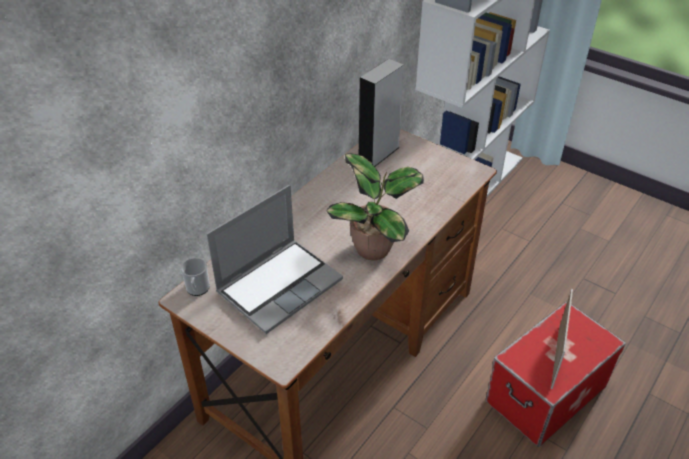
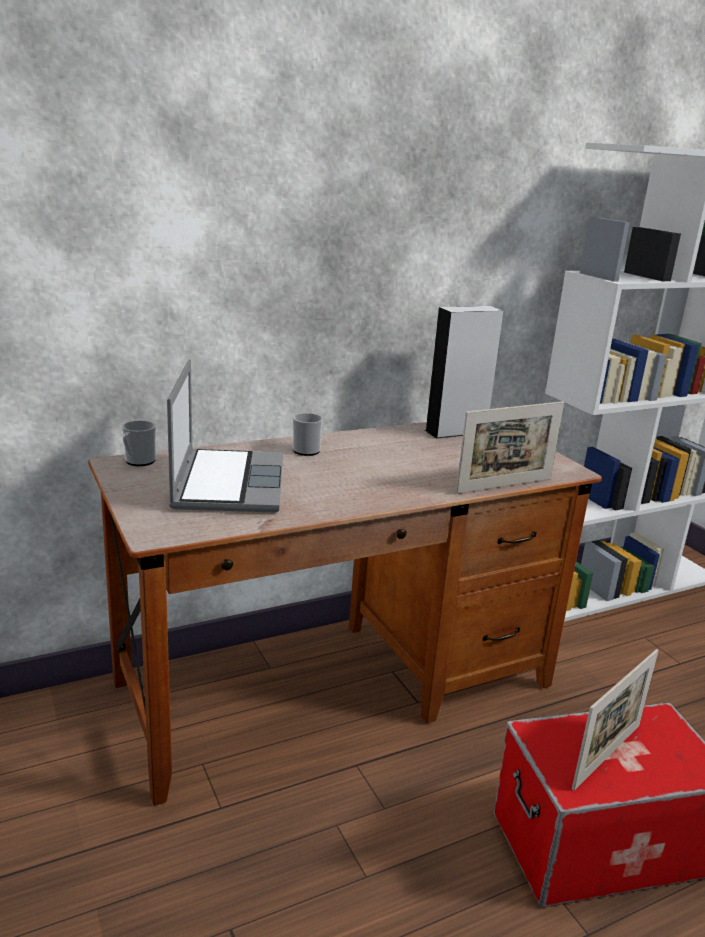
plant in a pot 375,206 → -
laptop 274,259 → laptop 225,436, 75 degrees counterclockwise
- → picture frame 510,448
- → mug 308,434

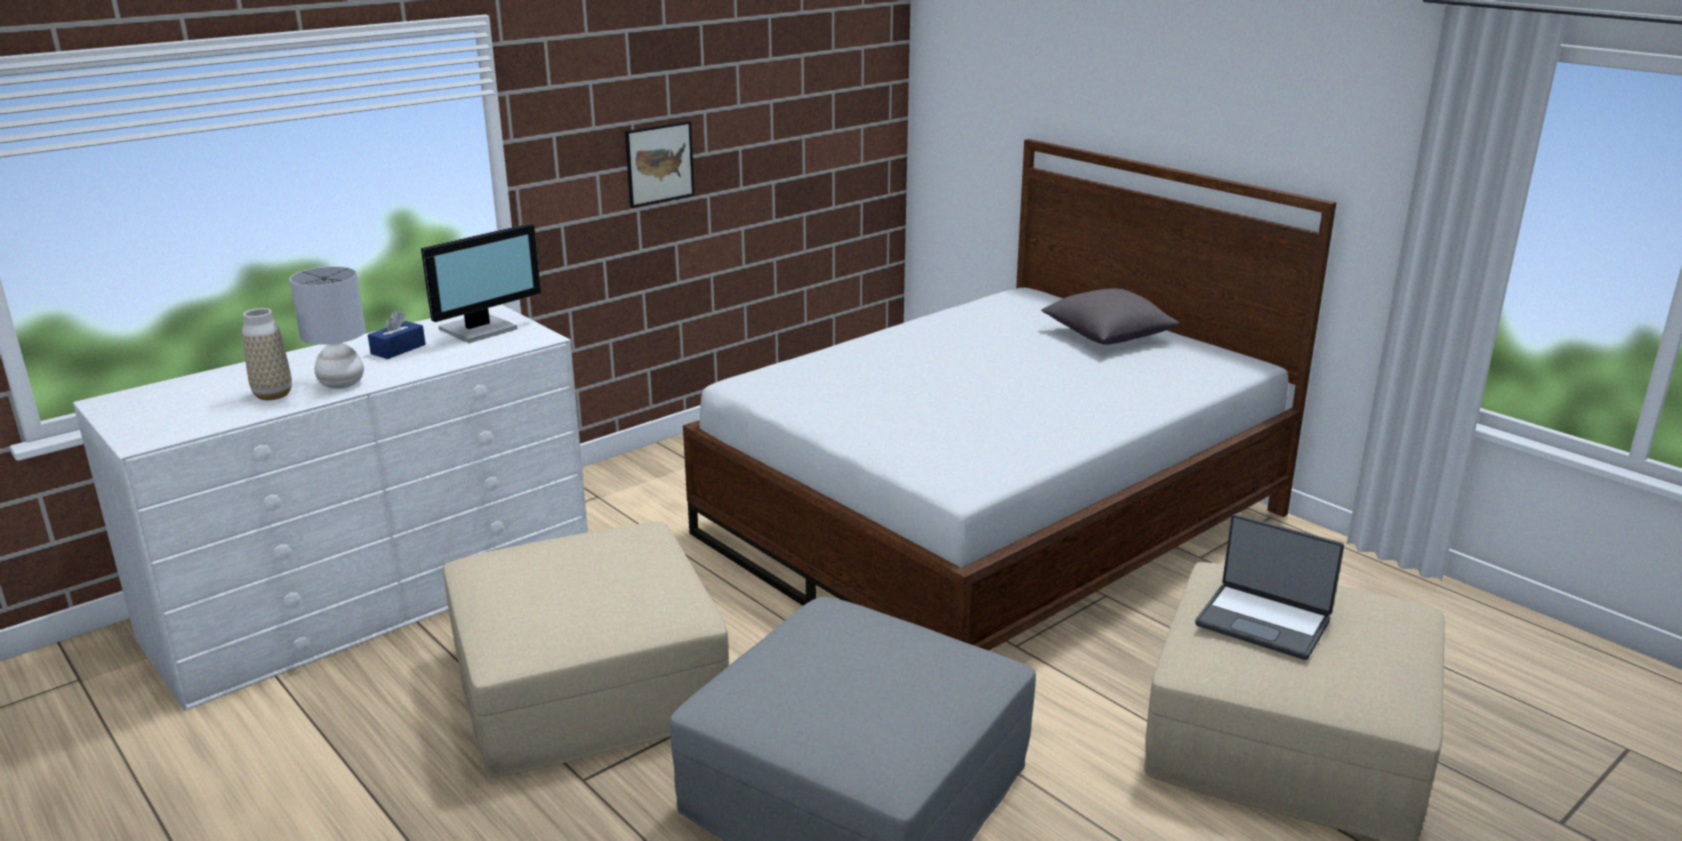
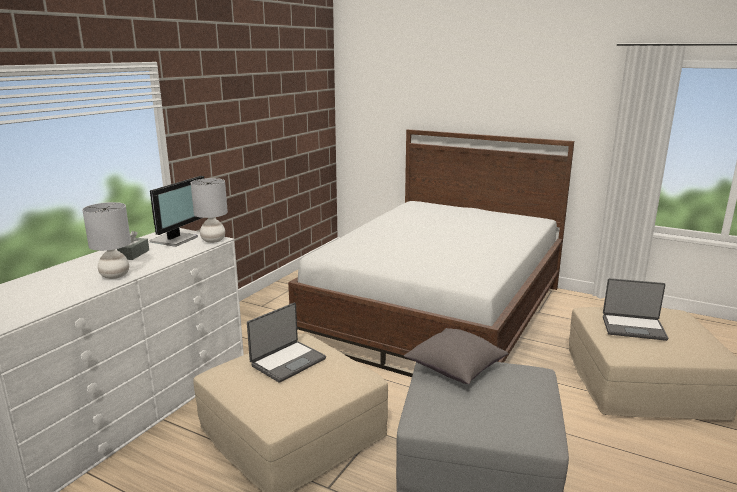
wall art 660,164 → -
pillow (greyish) 1110,317 → pillow (greyish) 456,356, shifted
decorative vase 267,354 → -
tissue holder (blue-coloured) 397,335 → tissue holder (greyish) 133,245
- → table lamp (greyish) 209,210
- → laptop 286,343

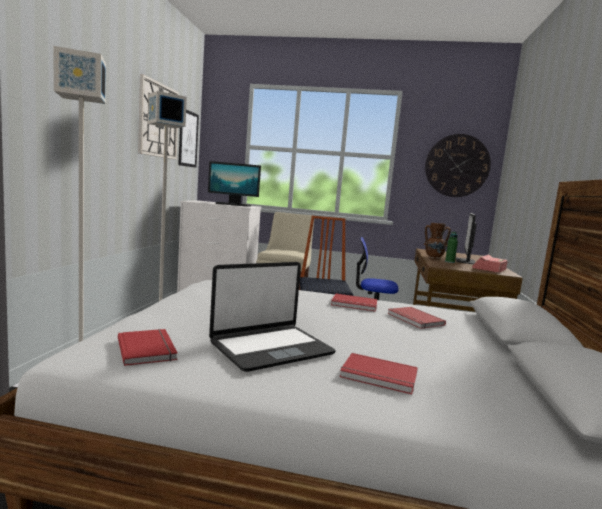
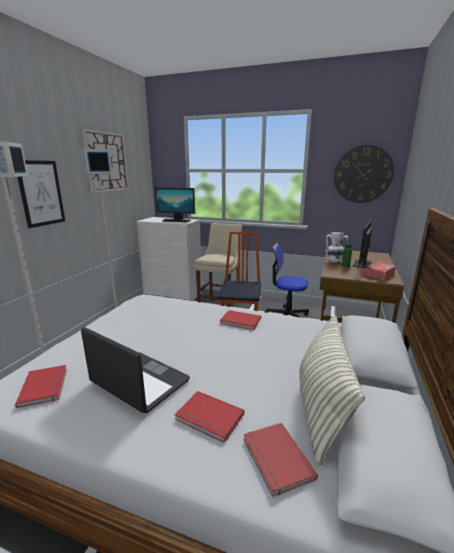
wall art 188,139 → wall art 41,194, shifted
decorative vase (brownish) 437,241 → decorative vase (whitish) 336,247
laptop 272,317 → laptop 135,370, 120 degrees counterclockwise
volume (red) 416,318 → volume (red) 280,460, shifted
- → pillow 332,389

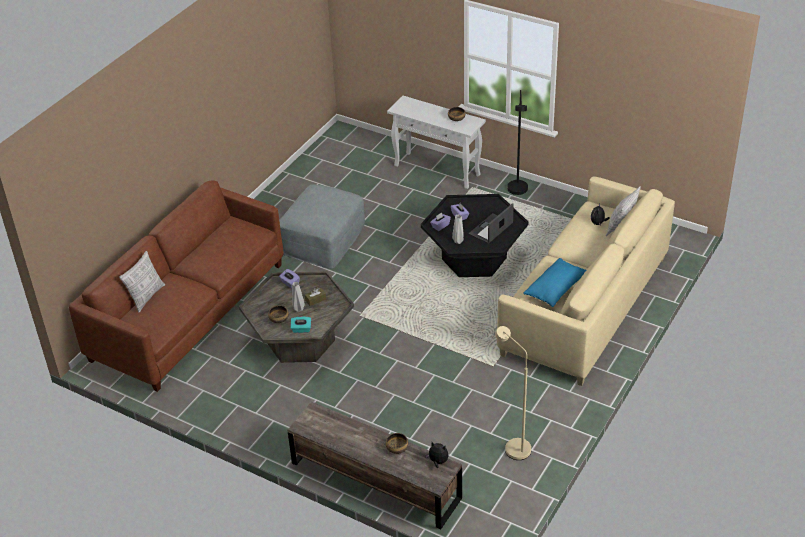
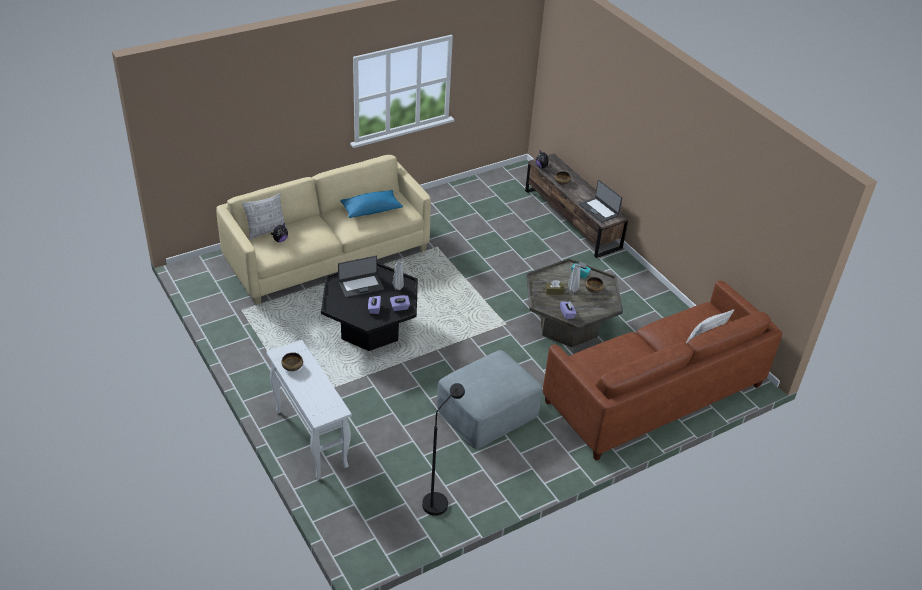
floor lamp (blackish) 517,142 → floor lamp (blackish) 443,449, shifted
floor lamp (sand-coloured) 513,393 → -
- → laptop 600,201

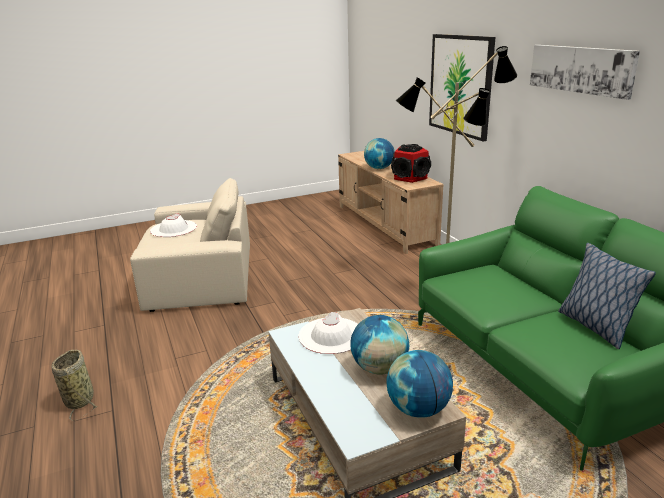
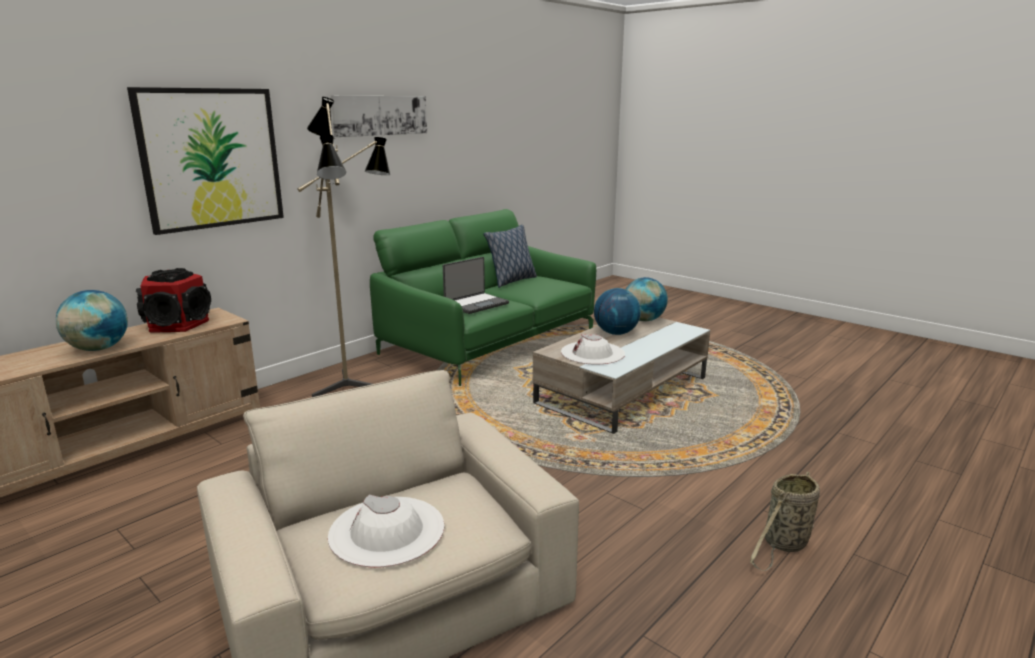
- → laptop 476,285

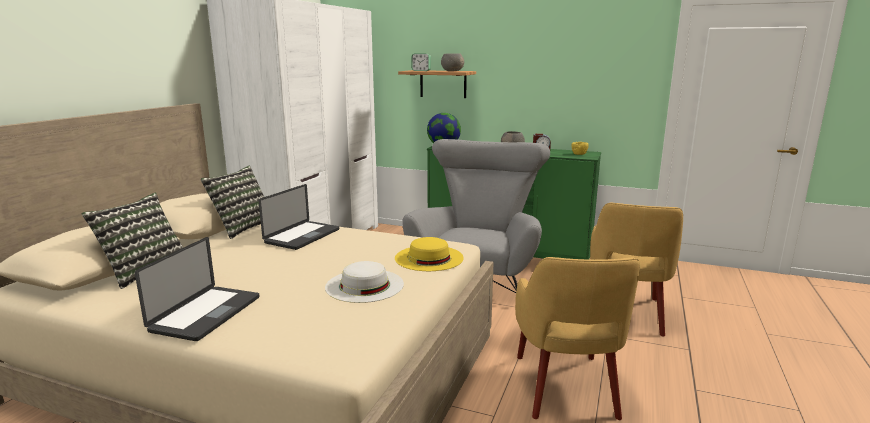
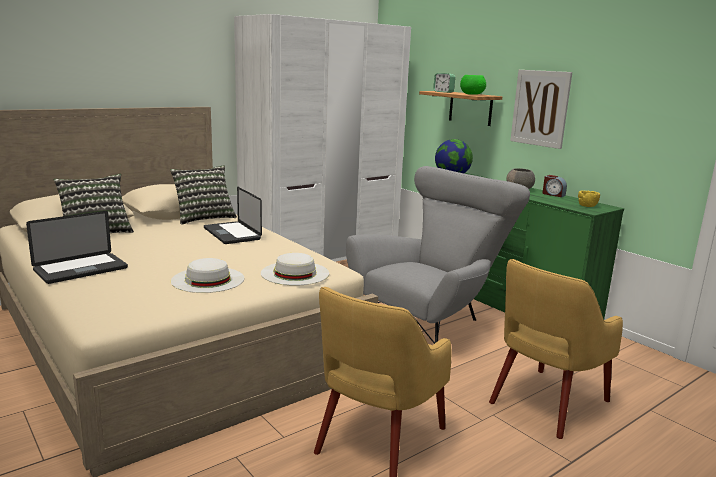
serving bowl (greyish) 452,62 → serving bowl (green) 473,85
laptop 299,217 → laptop 233,215, 90 degrees clockwise
hat (yellow) 429,254 → hat (whitish) 295,269
- → wall art 541,109

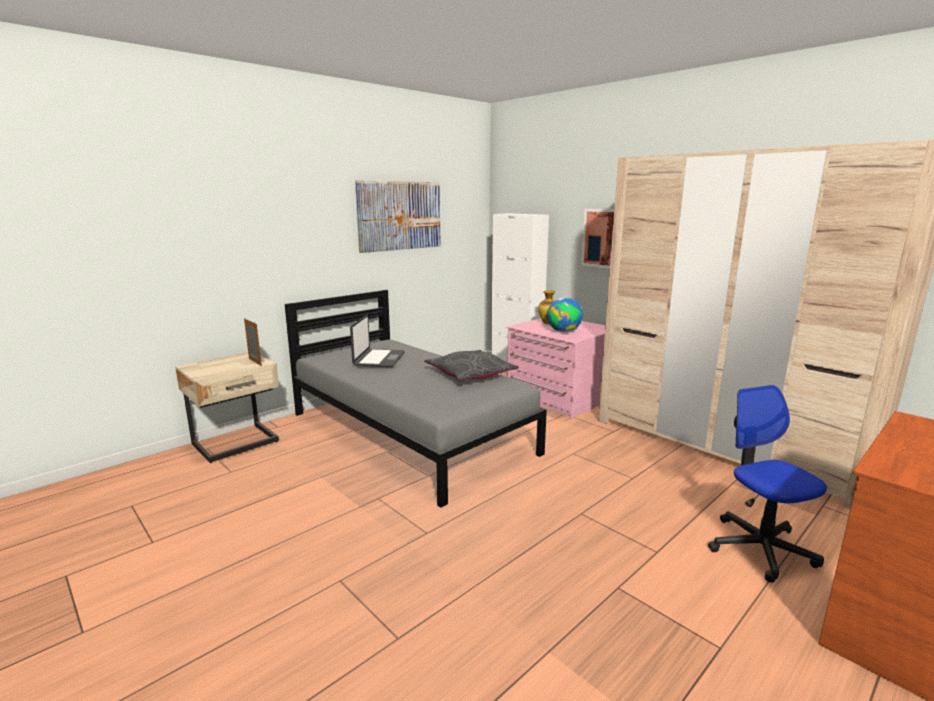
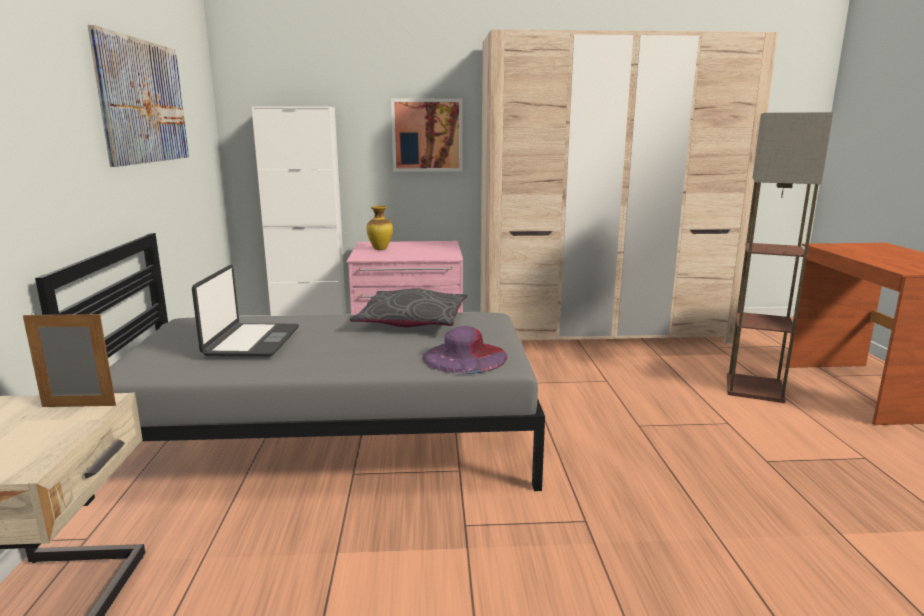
world globe 565,314 → -
laptop 377,340 → laptop 245,310, 45 degrees clockwise
computer chair 767,484 → floor lamp 780,257
- → hat (purple-coloured) 464,350

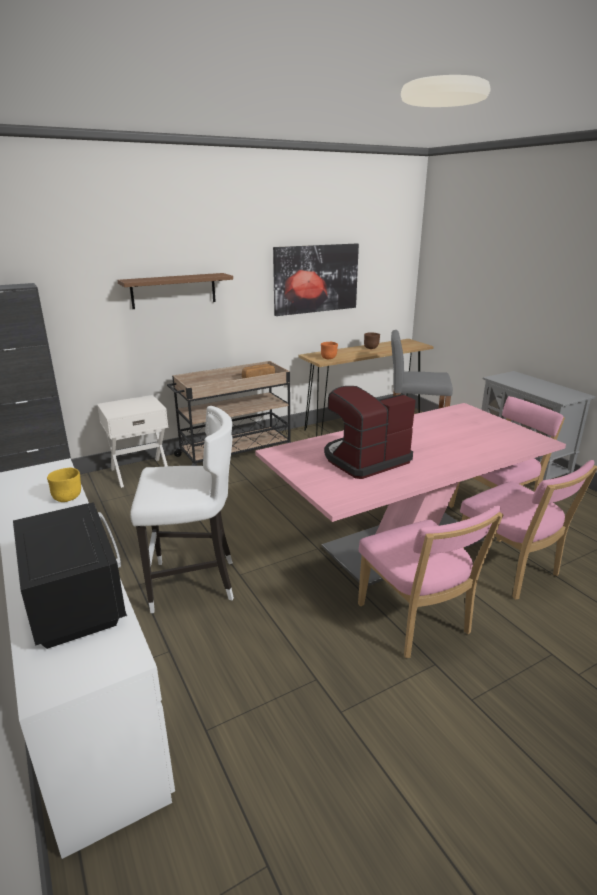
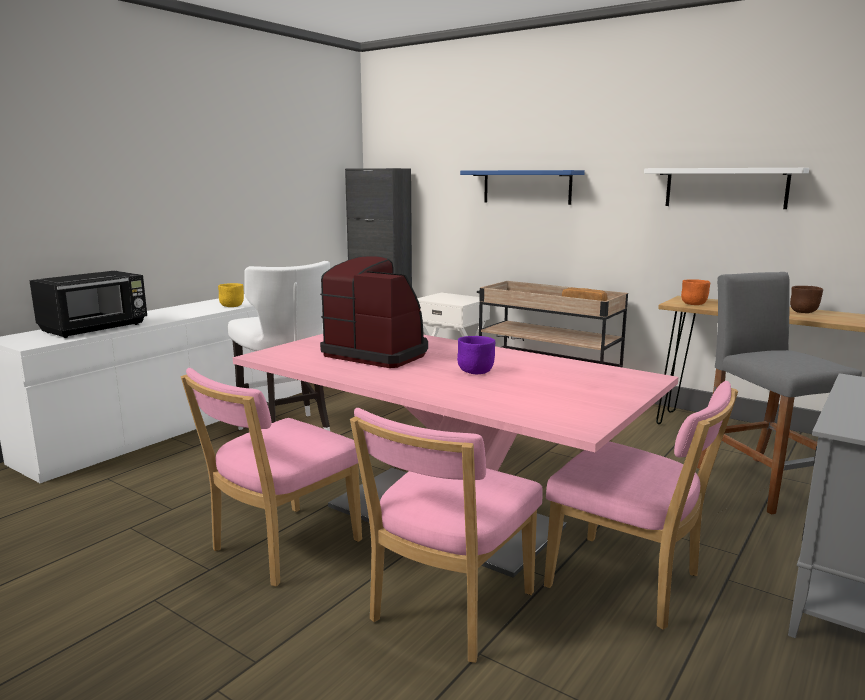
wall art 316,279 → bracket shelf (whitish) 726,188
bracket shelf (brownish) 175,291 → bracket shelf (blue-coloured) 522,187
- → serving bowl (purple-coloured) 476,355

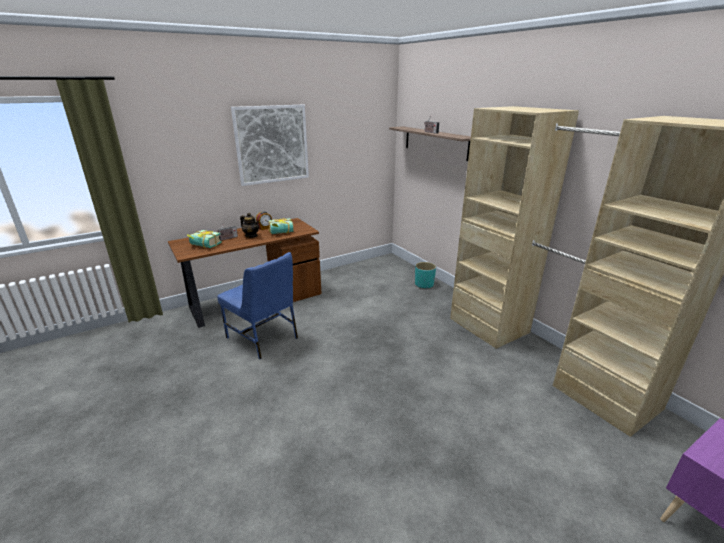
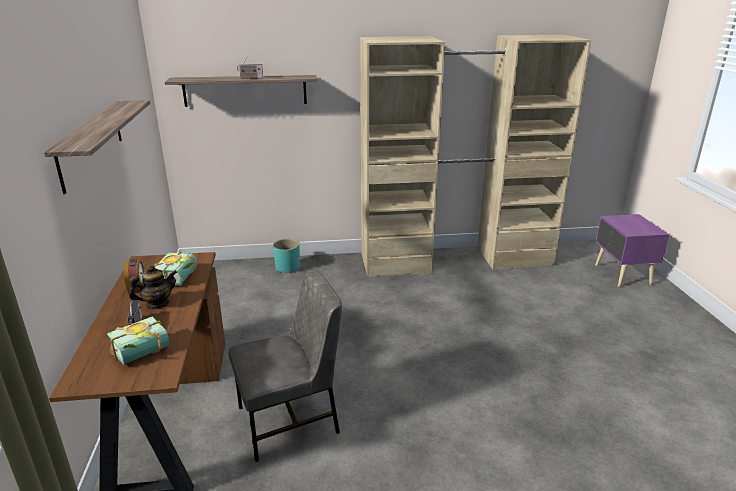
wall art 270,145 → bracket shelf 97,147
upright chair (blue-coloured) 257,305 → upright chair (greyish) 285,366

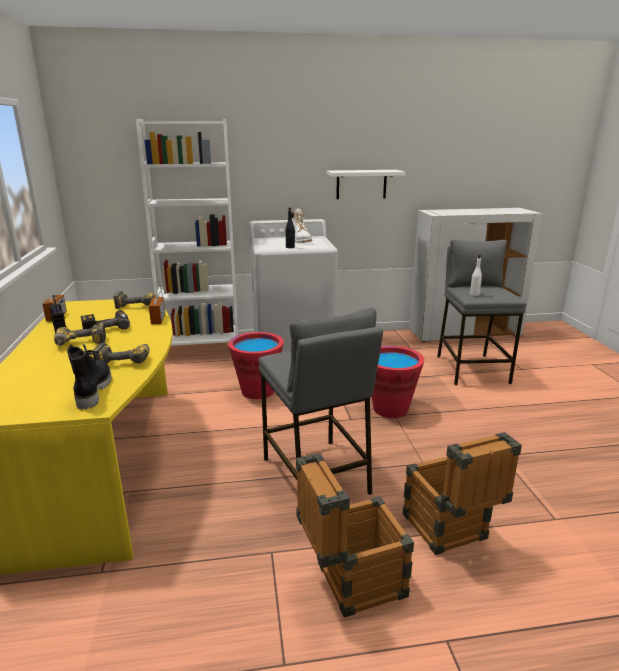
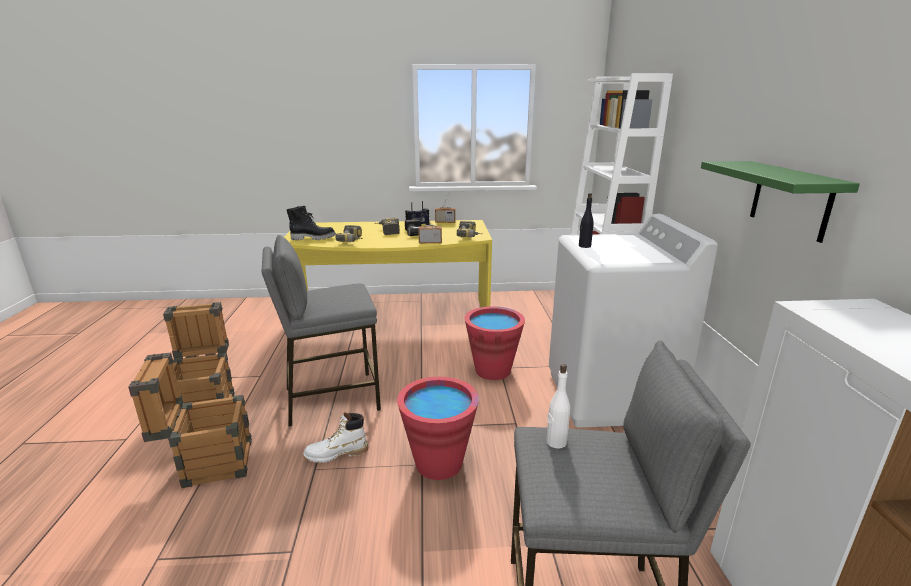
bracket shelf (whitish) 366,184 → bracket shelf (green) 780,202
high-top boot (whitish) 302,226 → high-top boot (whitish) 335,437, shifted

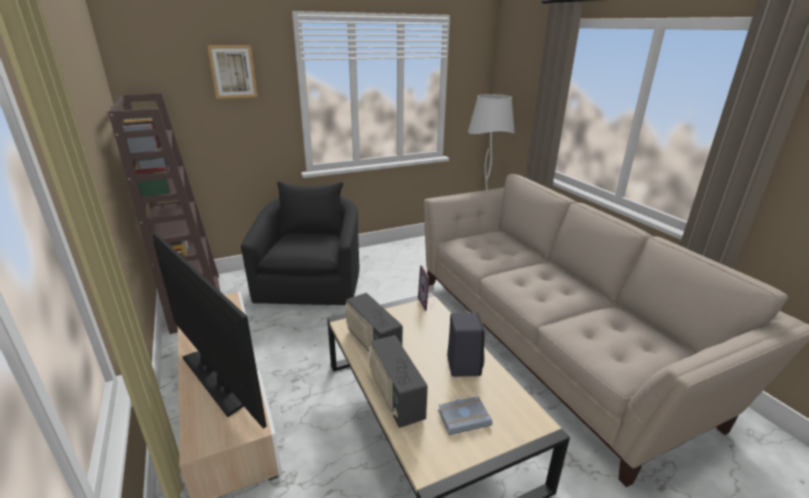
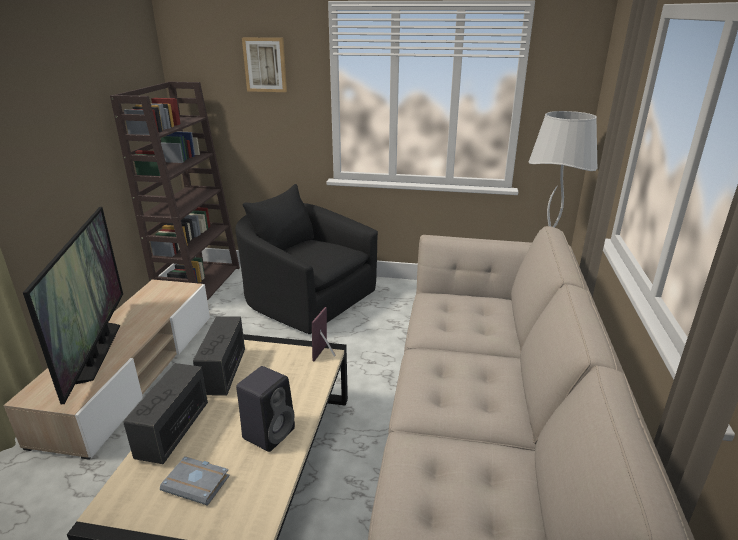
armchair (blackish) 300,243 → armchair (blackish) 306,259, 90 degrees counterclockwise

